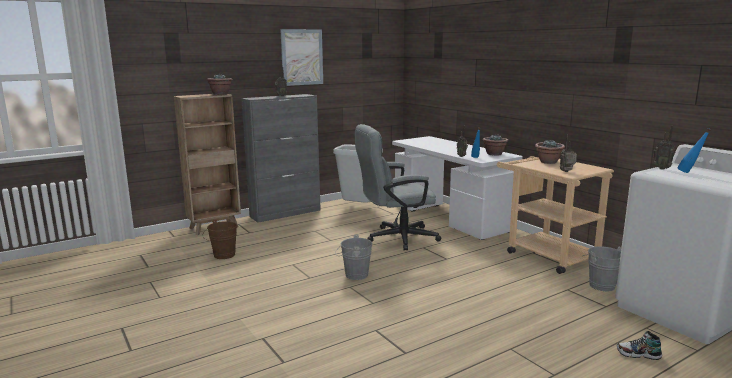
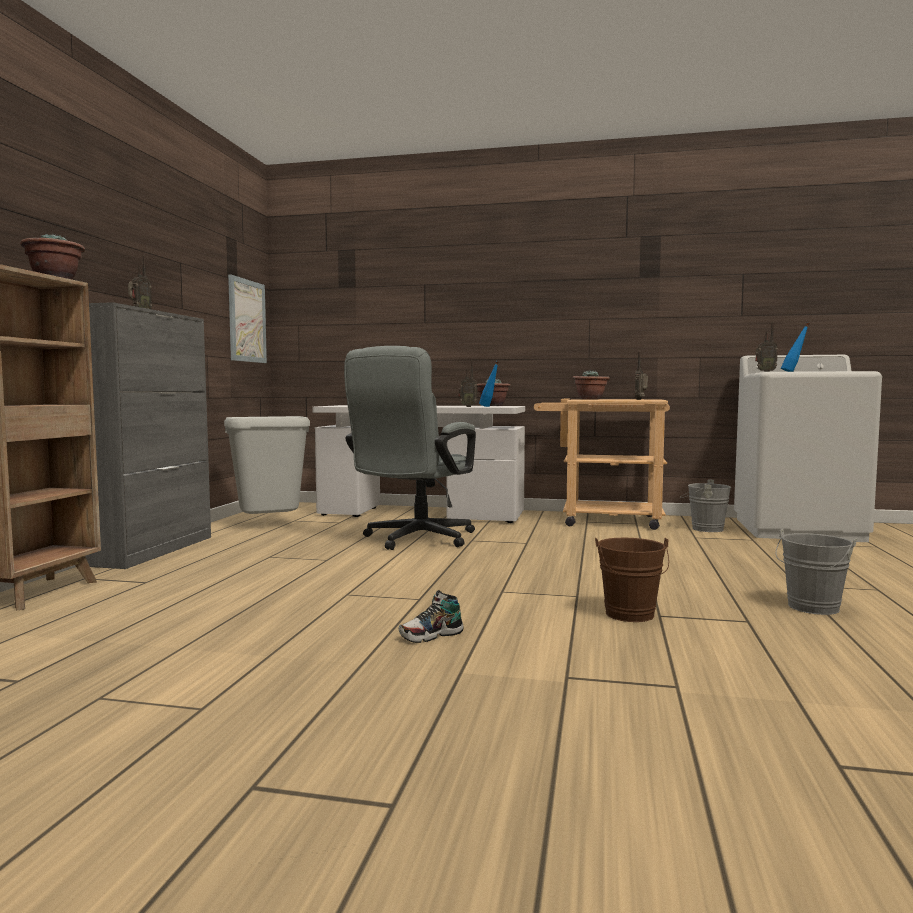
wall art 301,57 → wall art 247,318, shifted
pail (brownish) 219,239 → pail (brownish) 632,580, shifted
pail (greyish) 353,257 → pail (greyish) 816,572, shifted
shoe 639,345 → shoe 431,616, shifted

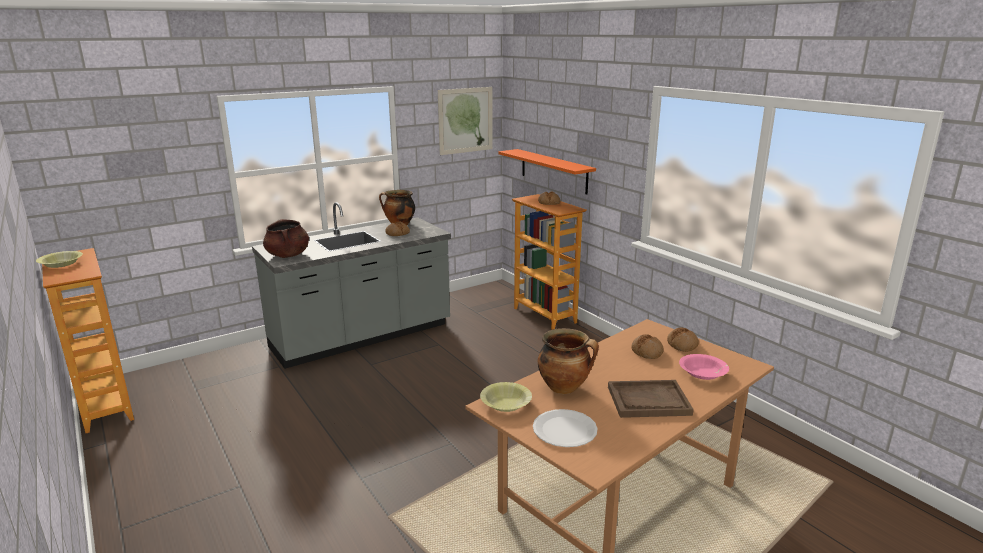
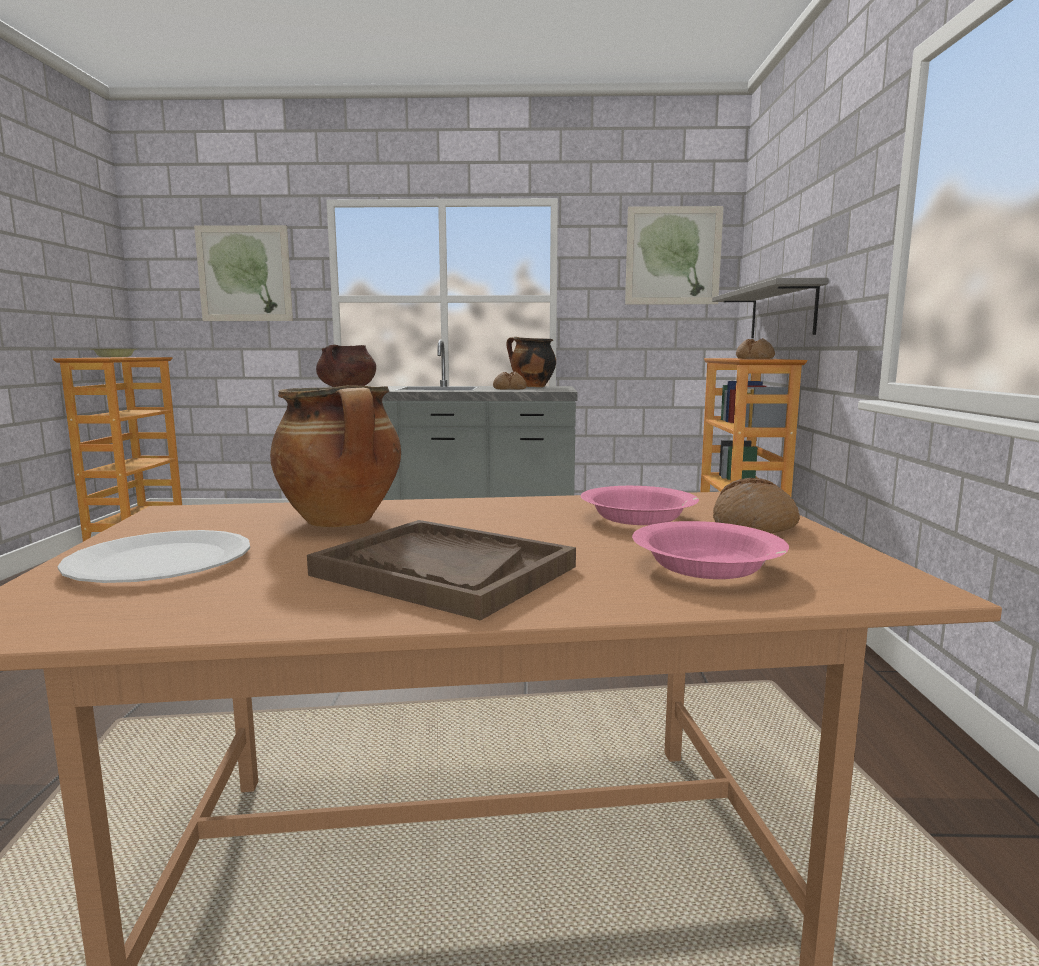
bracket shelf (orange) 547,171 → bracket shelf (greyish) 770,308
baked bread 647,346 → serving bowl (pinkish) 640,505
serving bowl (yellow) 506,397 → -
- → wall art 243,273

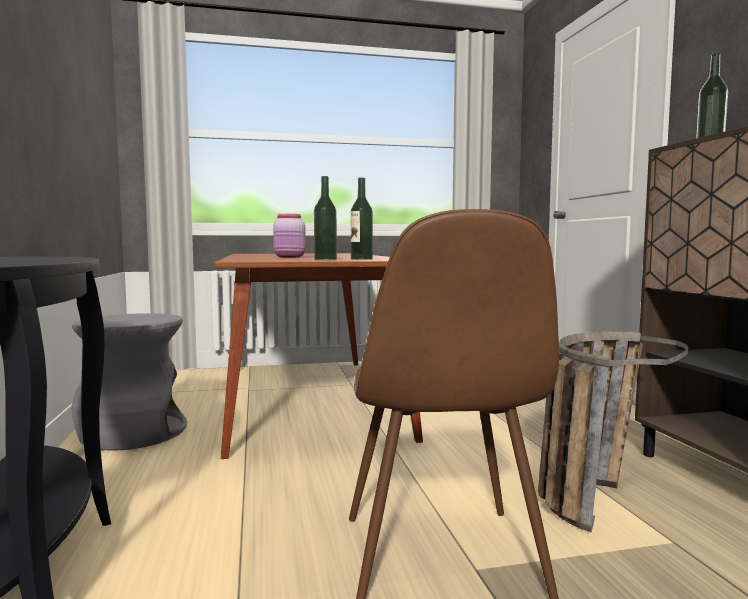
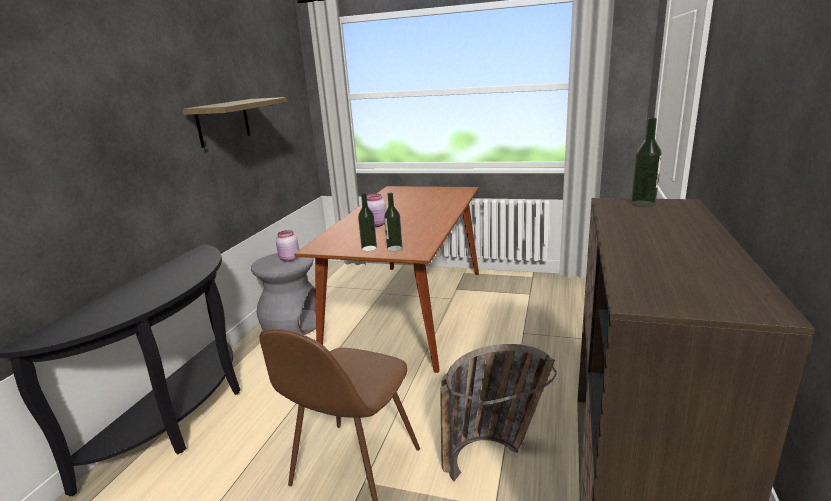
- → bracket shelf 235,122
- → jar (pinkish) 287,246

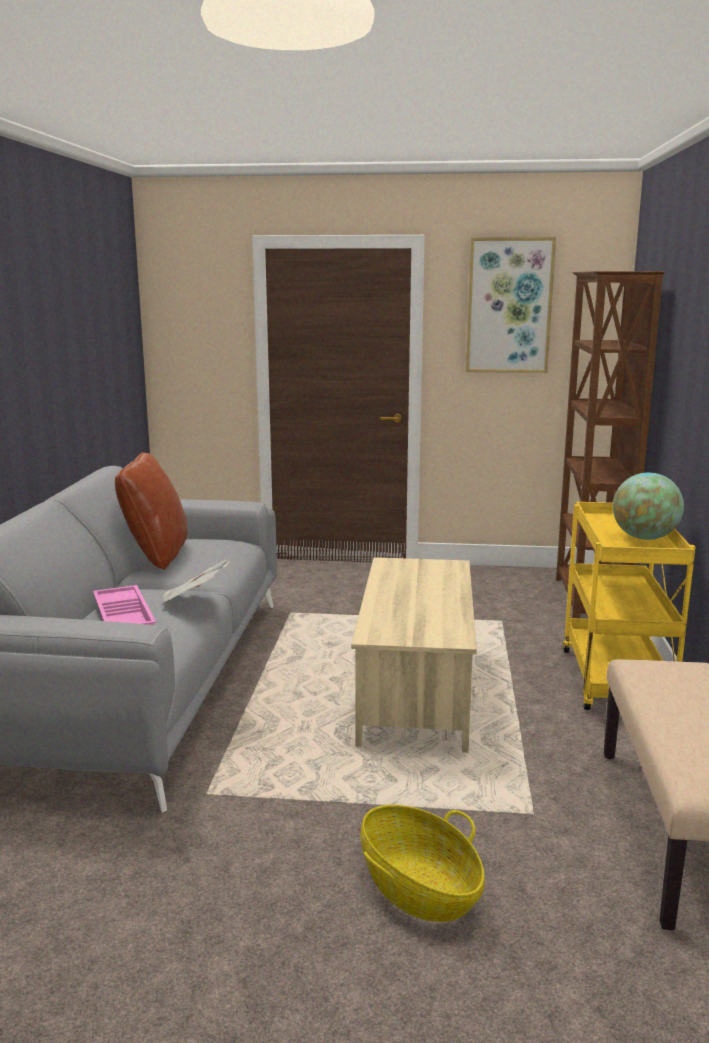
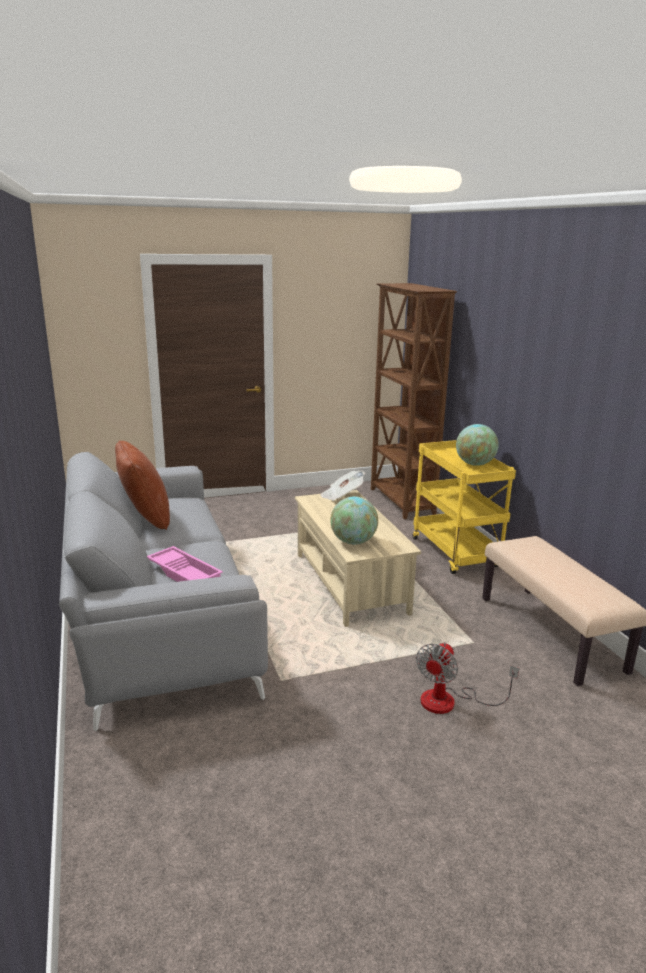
wall art 511,305 → -
newspaper 195,582 → newspaper 342,486, shifted
basket 423,863 → electric fan 467,678
- → world globe 354,520

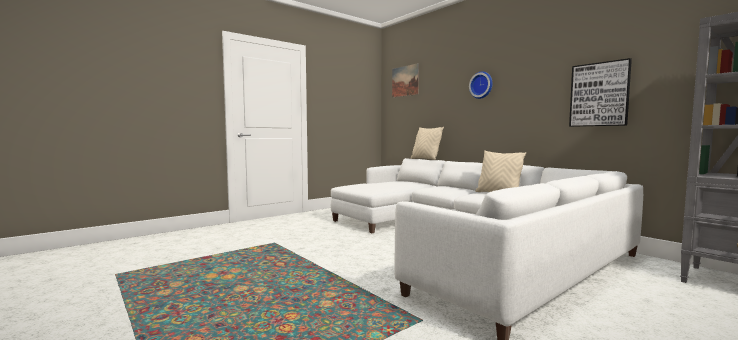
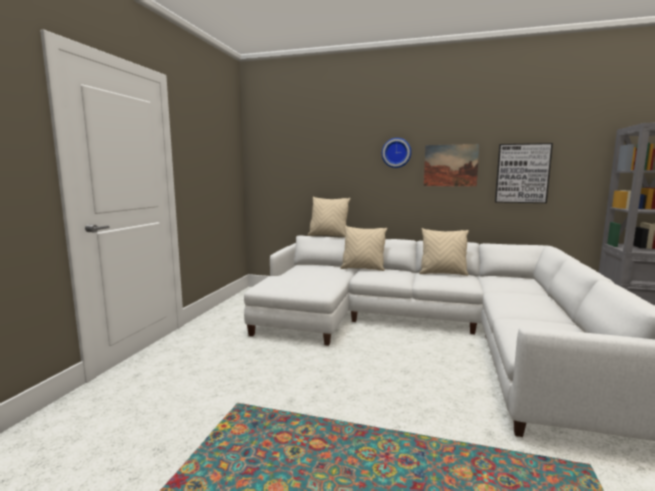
wall art 405,80 → wall art 452,165, shifted
- → pillow (sand-coloured) 363,248

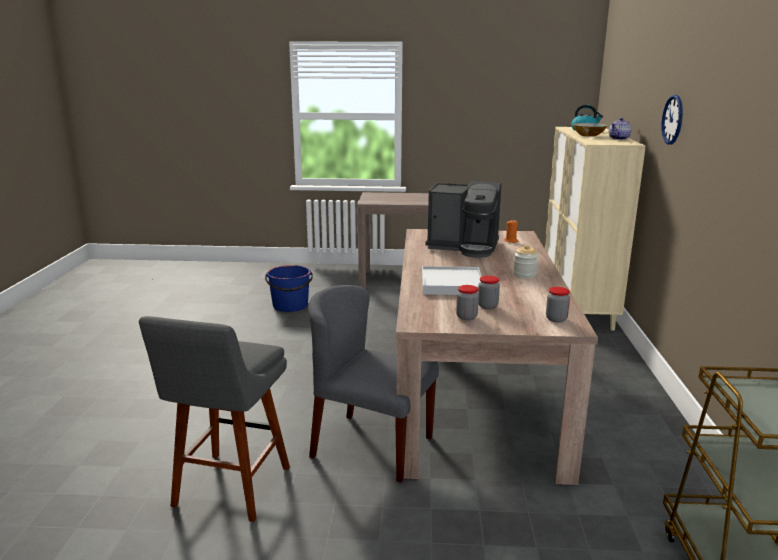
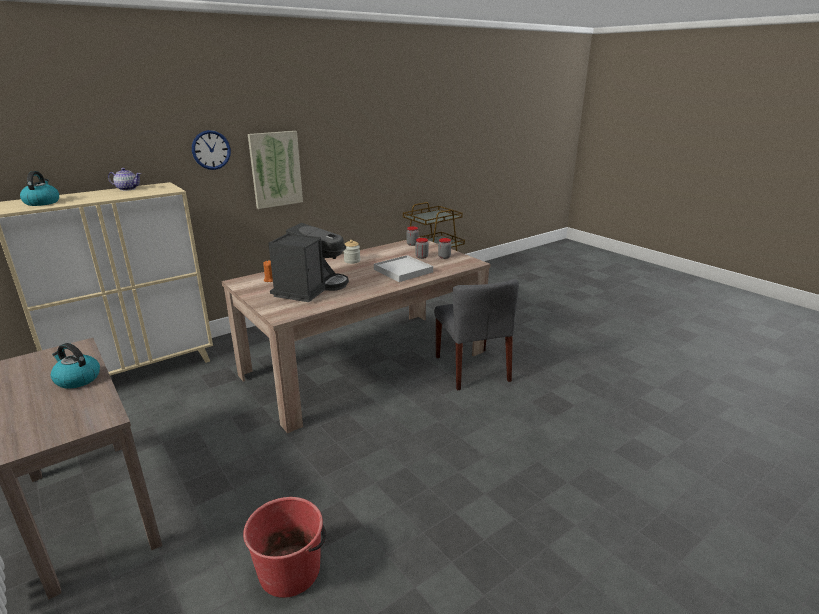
serving bowl 590,130 → -
coffee maker 463,219 → coffee maker 309,262, 45 degrees clockwise
pail (blue-coloured) 289,288 → pail (red) 284,547
sitting stool (greyish) 214,419 → -
- → wall art 275,170
- → tea kettle 75,366

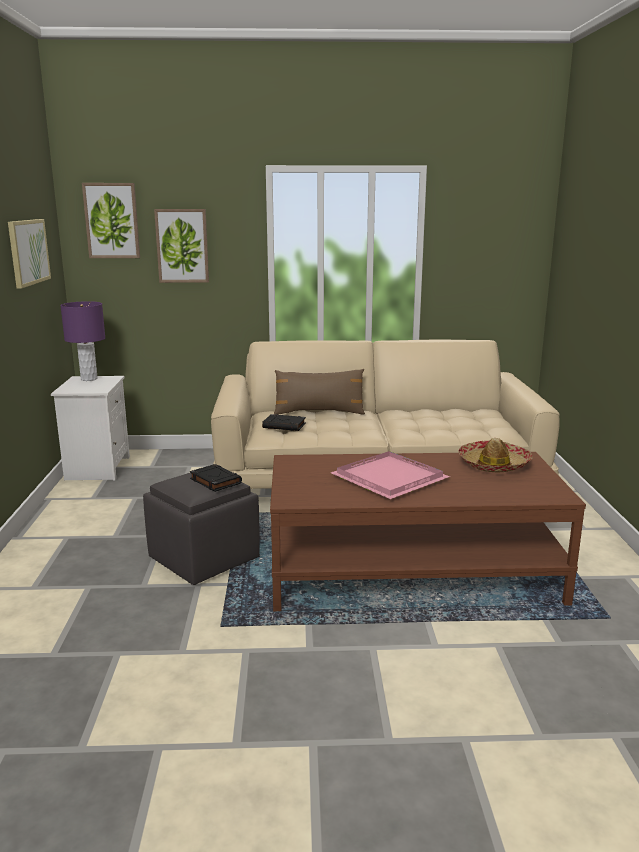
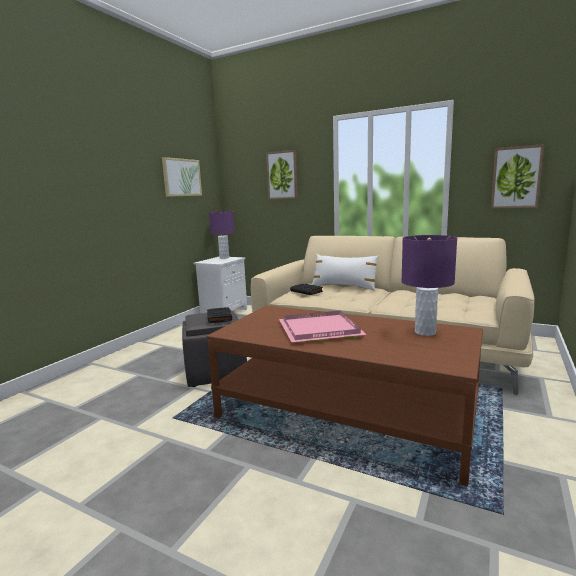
wall art 111,220 → wall art 517,176, shifted
pillow (brownish) 319,392 → pillow (whitish) 345,272
hat 496,455 → table lamp (purple-coloured) 429,285

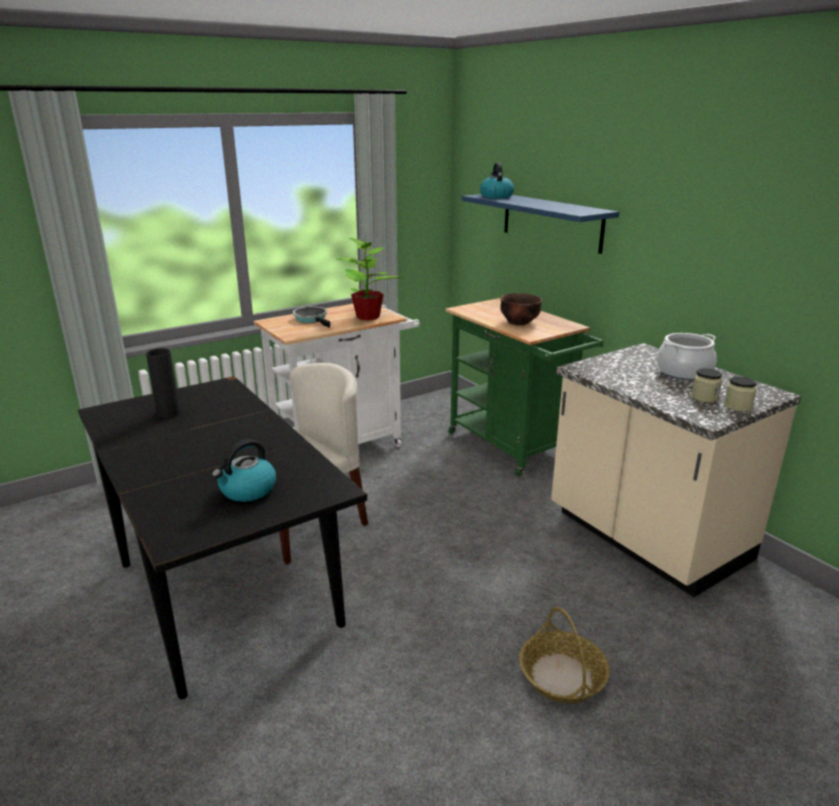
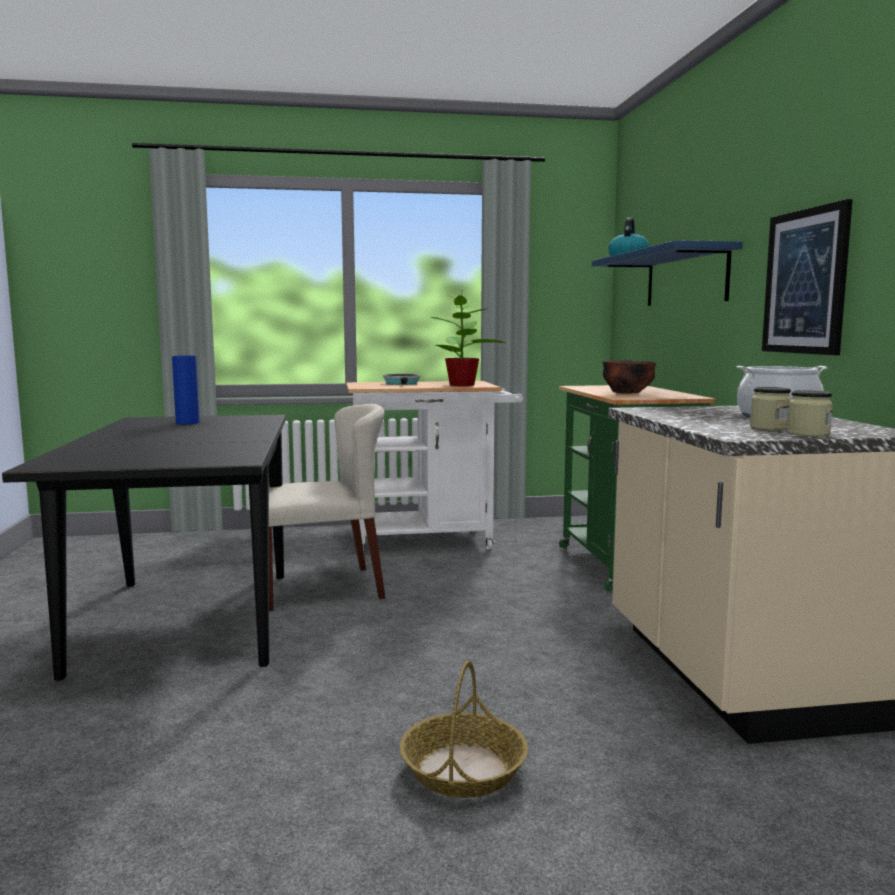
decorative vase (blackish) 163,383 → decorative vase (blue-coloured) 186,389
tea kettle 244,470 → -
- → wall art 807,277

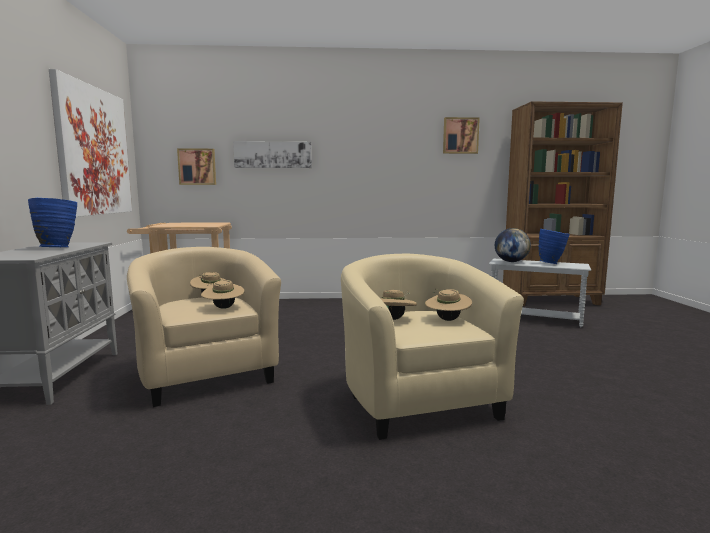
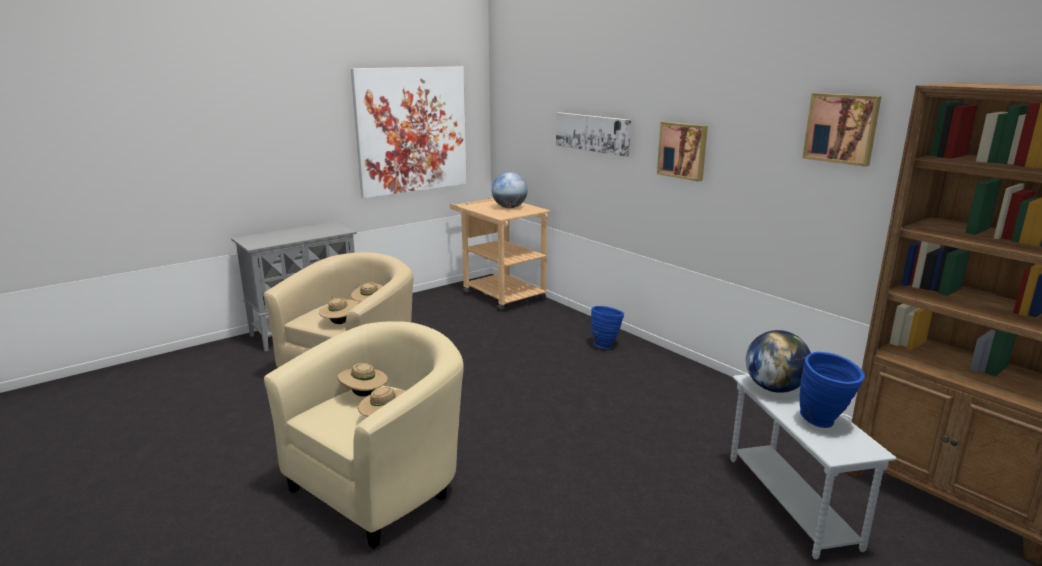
wall art 196,166 → wall art 682,152, shifted
decorative vase (blue-coloured) 52,222 → decorative vase (blue-coloured) 607,327, shifted
- → world globe 510,190

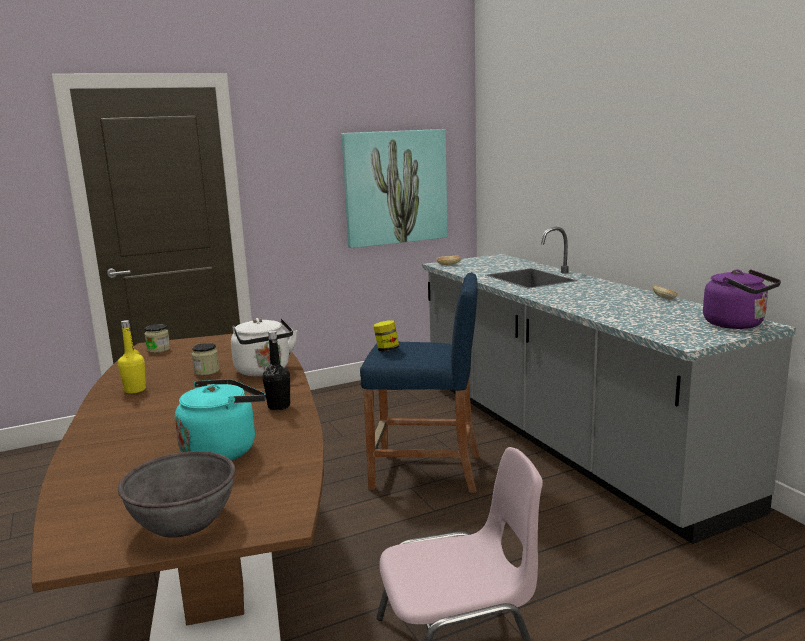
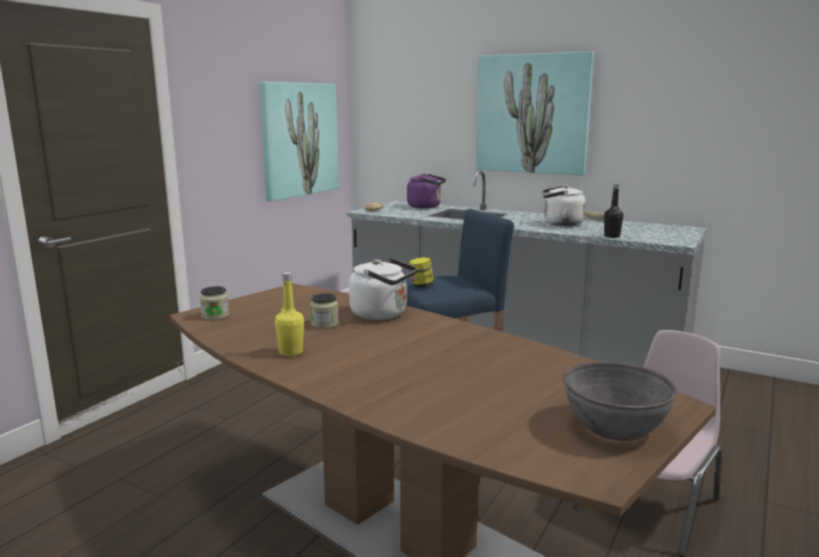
tea kettle (purple-coloured) 742,299 → tea kettle (purple-coloured) 426,190, shifted
bottle (blackish) 276,370 → bottle (blackish) 613,210, shifted
tea kettle (turquoise) 220,420 → -
- → wall art 535,113
- → tea kettle (whitish) 564,205

